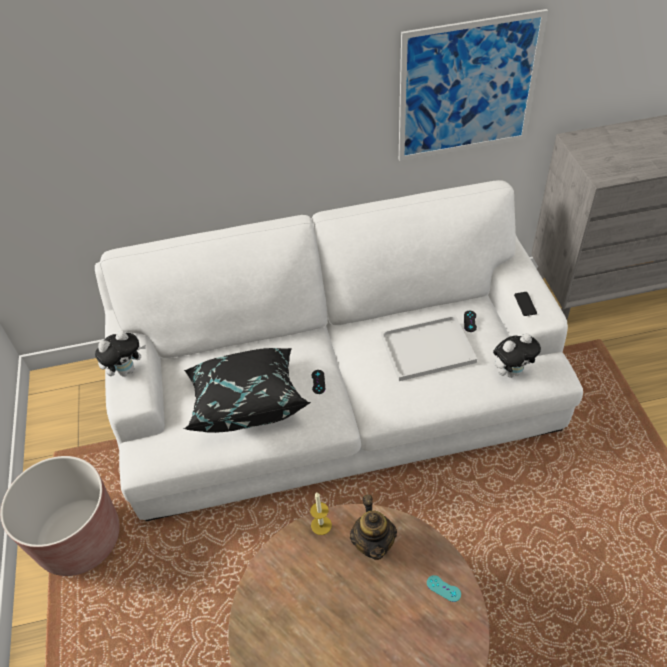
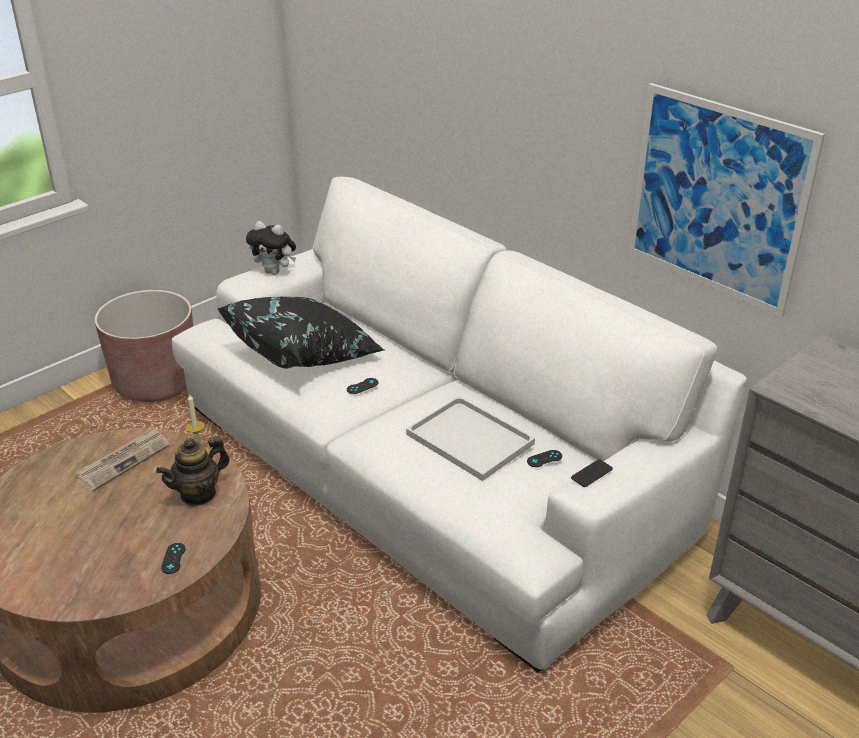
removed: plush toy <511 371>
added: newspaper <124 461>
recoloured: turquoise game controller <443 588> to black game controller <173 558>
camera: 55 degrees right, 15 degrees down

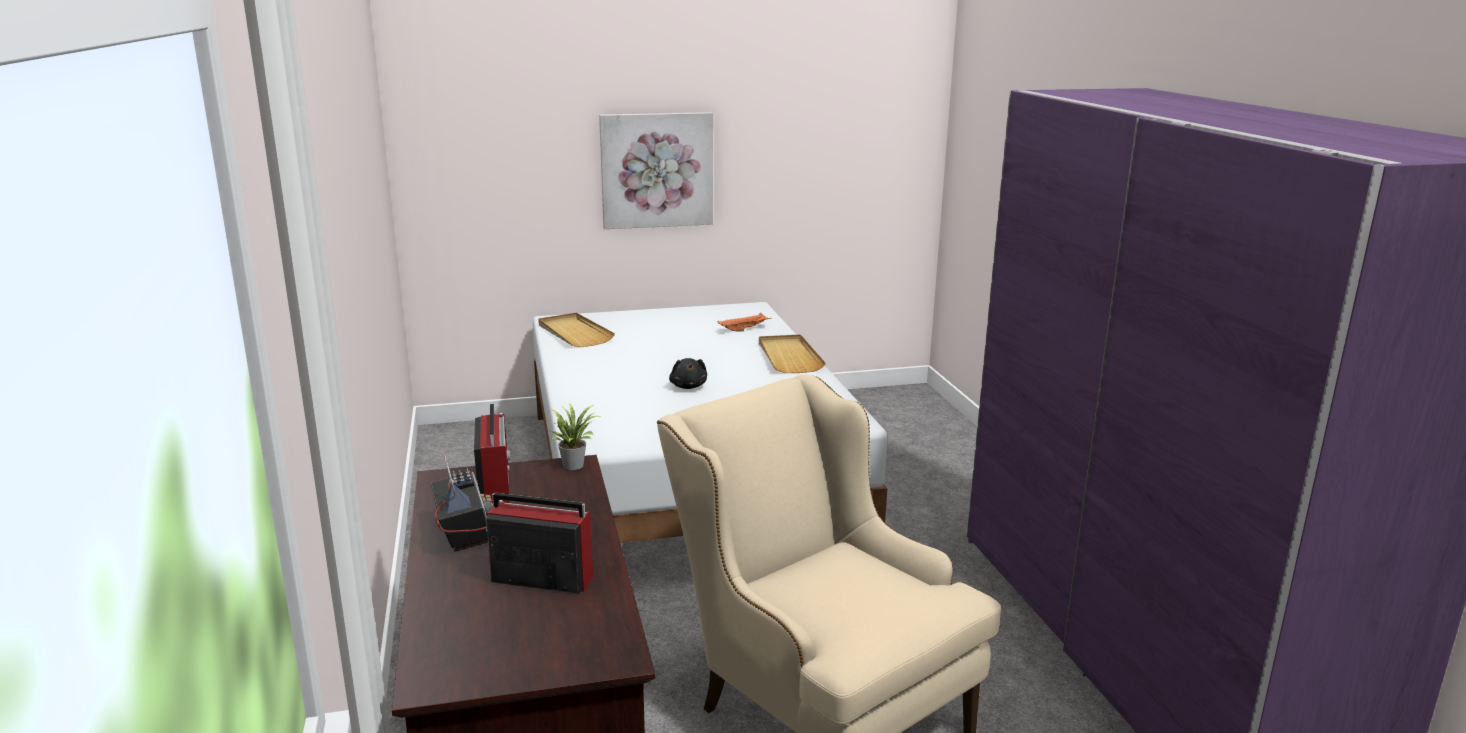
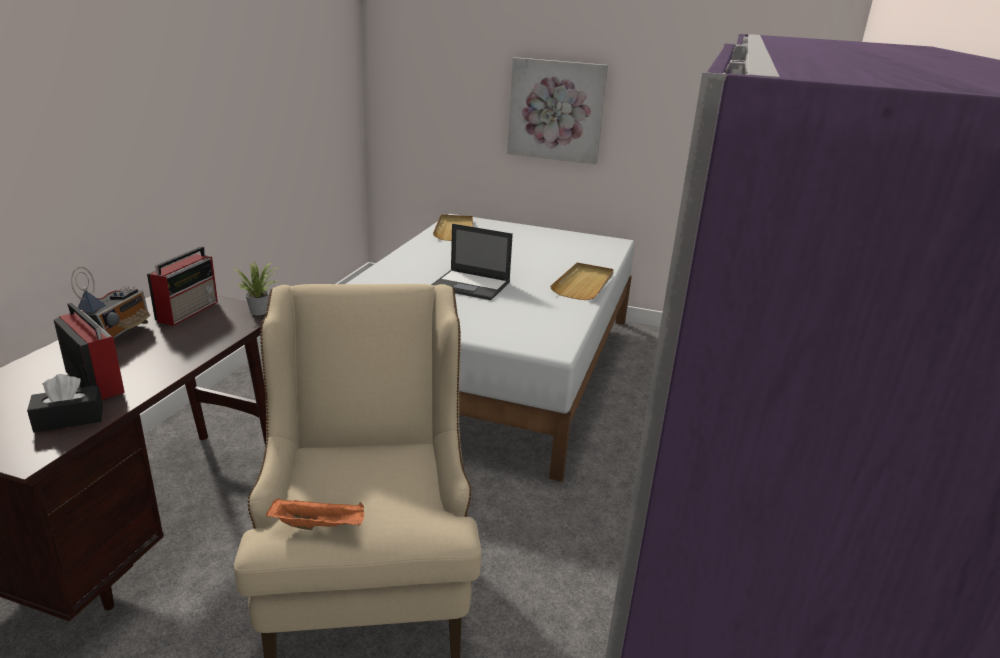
added: black tissue box <69 419>
moved: orange tray <744 329> to <319 525>
replaced: black plush toy <688 386> to laptop <471 285>
camera: 30 degrees right, 5 degrees up

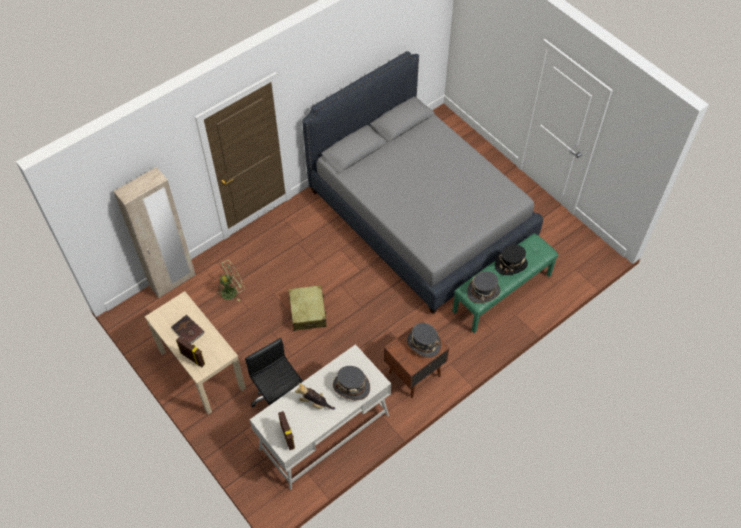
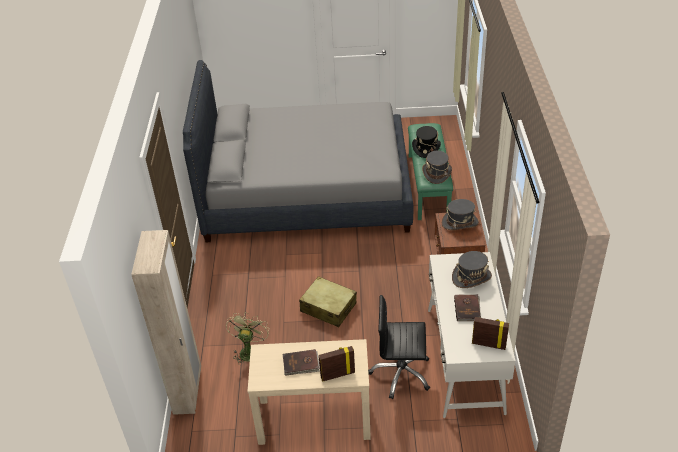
replaced: plush toy <315 402> to brown book <467 309>
camera: 50 degrees left, 15 degrees down

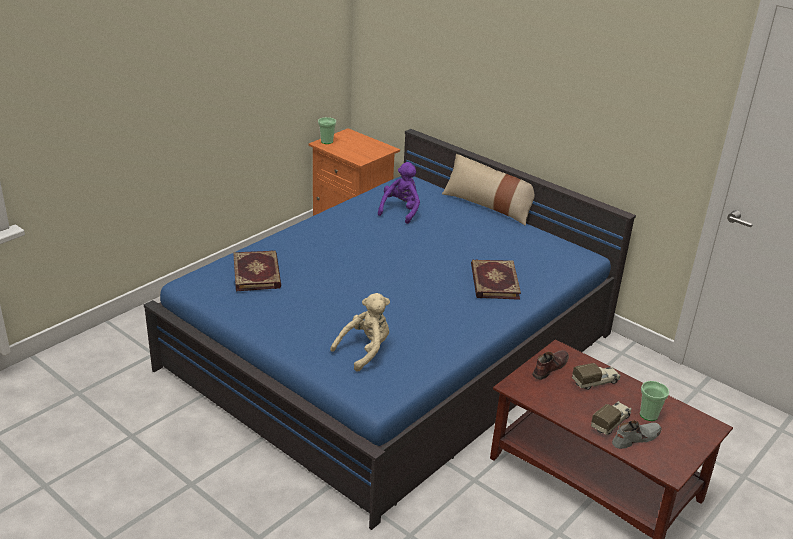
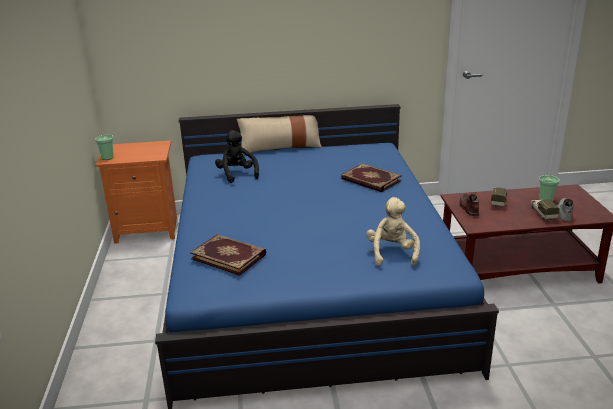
recoloured: purple plush toy <401 211> to black plush toy <237 174>
camera: 45 degrees left, 5 degrees down

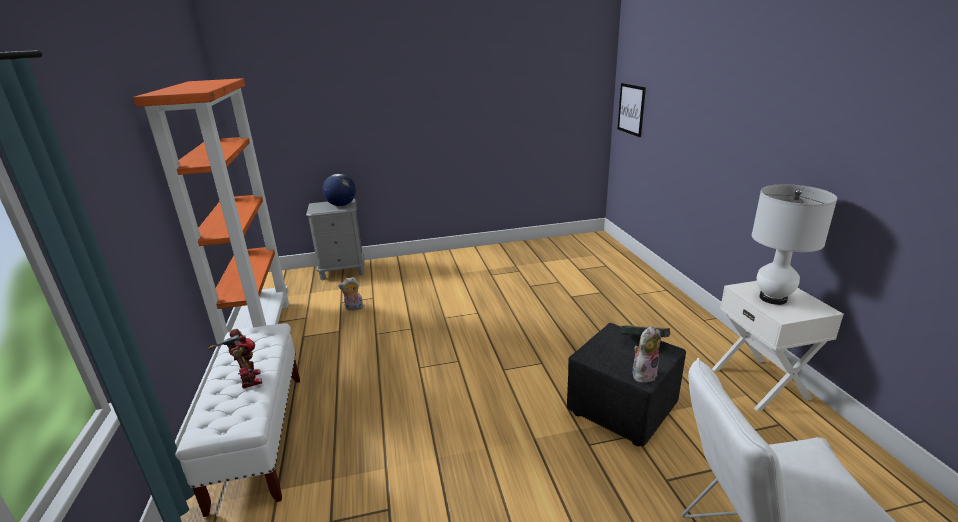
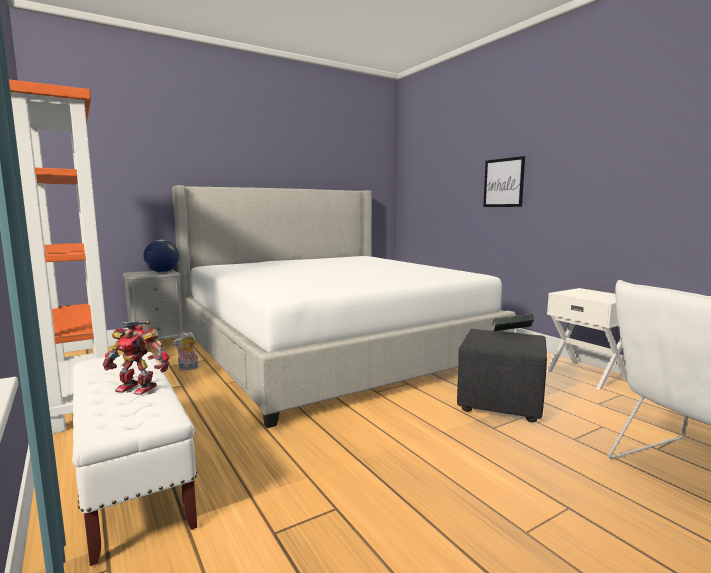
removed: plush toy <643 374>; white table lamp <773 298>
added: bed <331 349>
moved: picture <631 109> to <503 182>
turned: toy robot <248 380> = <138 387> 150 degrees clockwise
camera: 20 degrees left, 15 degrees down

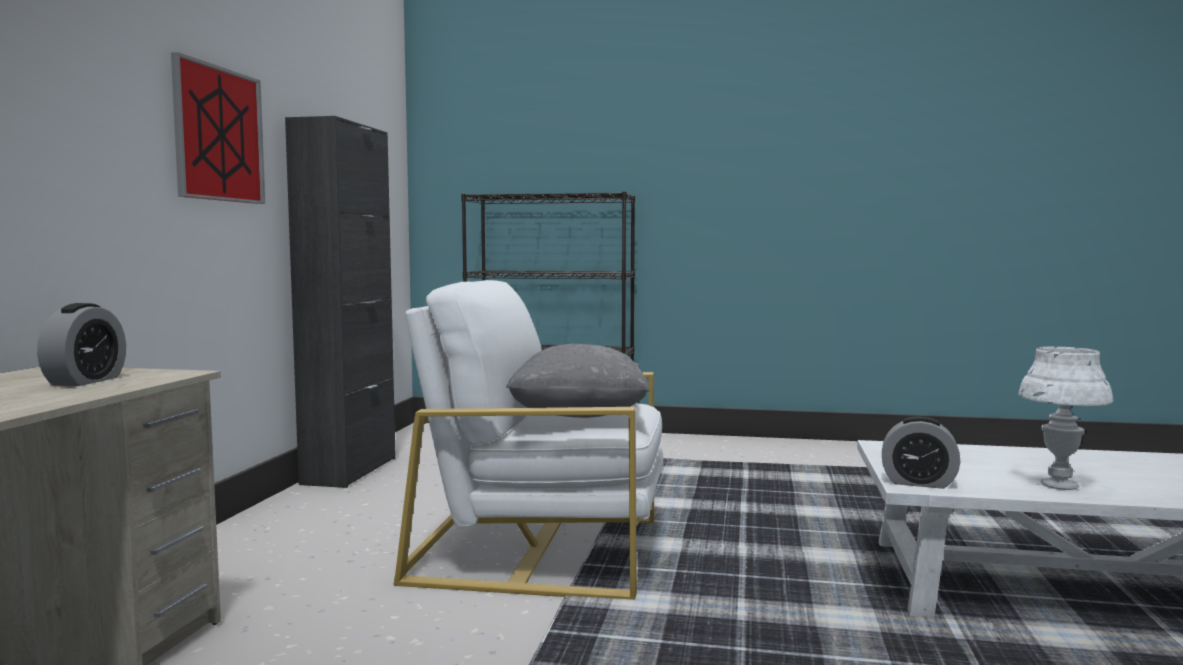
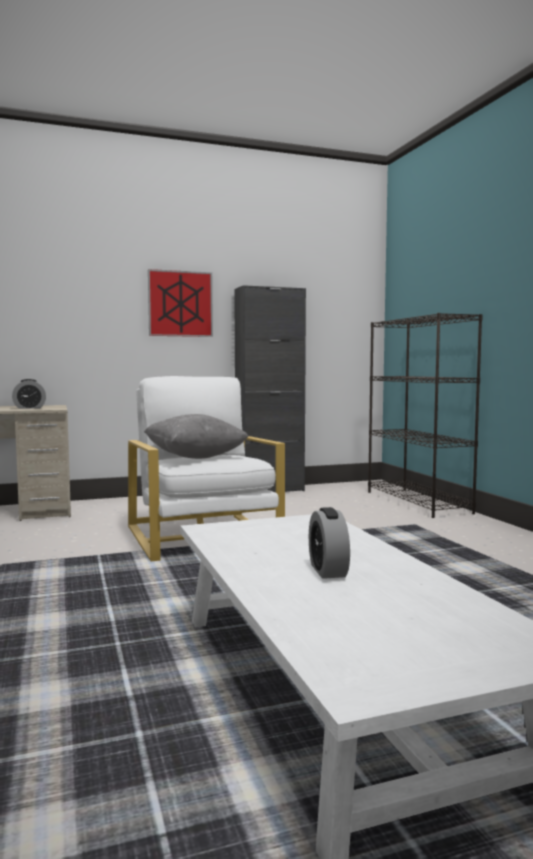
removed: white table lamp <1059 485>
moved: alarm clock <918 483> to <328 570>
camera: 60 degrees right, 0 degrees up

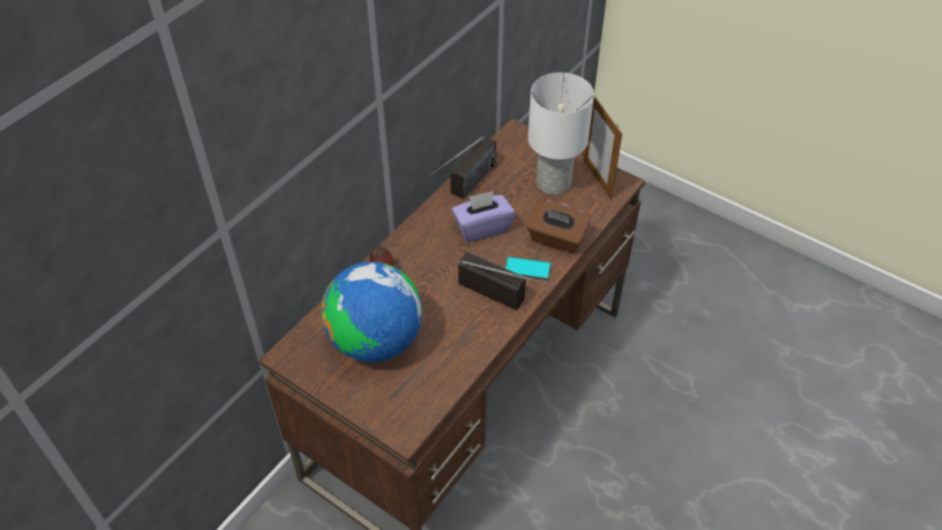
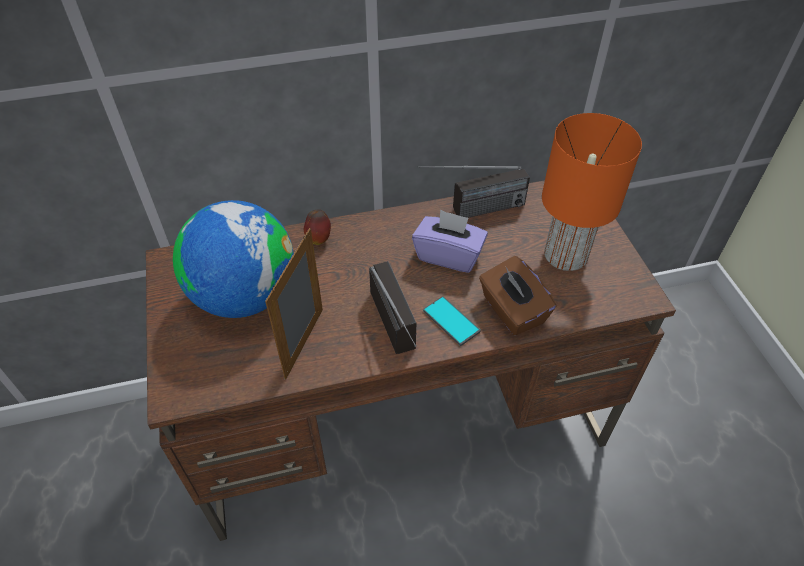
moved: picture frame <596 178> to <304 343>
recoloured: white table lamp <554 184> to orange table lamp <566 256>
camera: 40 degrees right, 0 degrees up

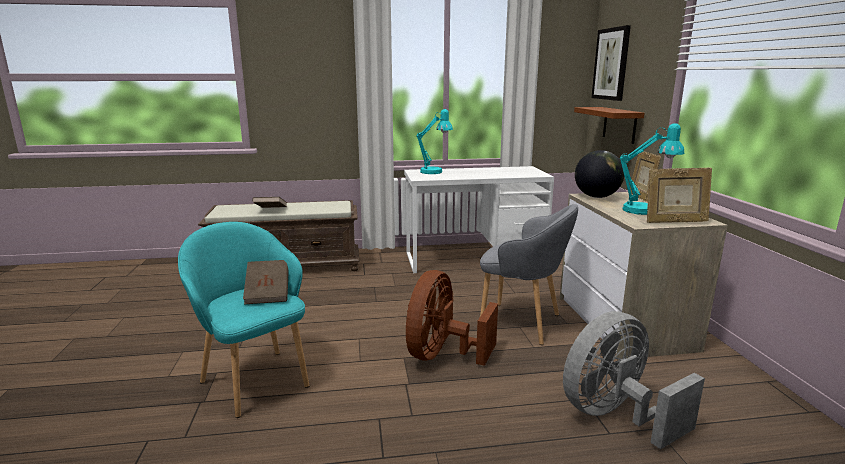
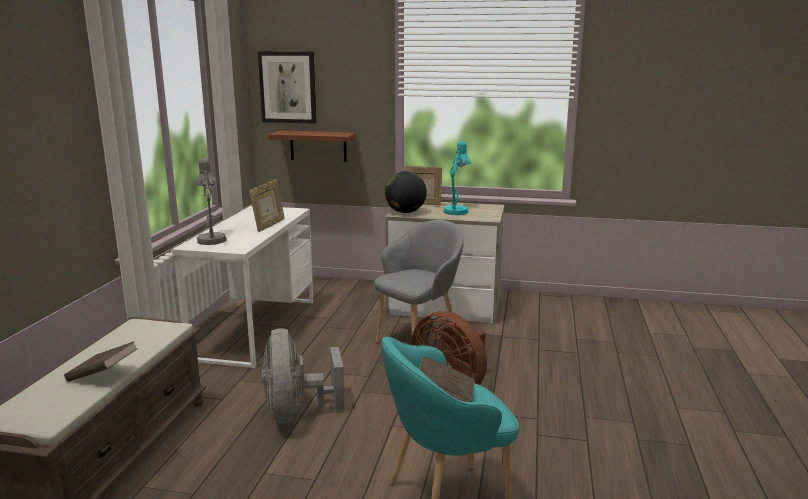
moved: grey fan <615 415> to <297 413>; picture frame <675 222> to <269 226>
recoloured: turquoise table lamp <435 171> to grey table lamp <211 239>
camera: 70 degrees left, 0 degrees up

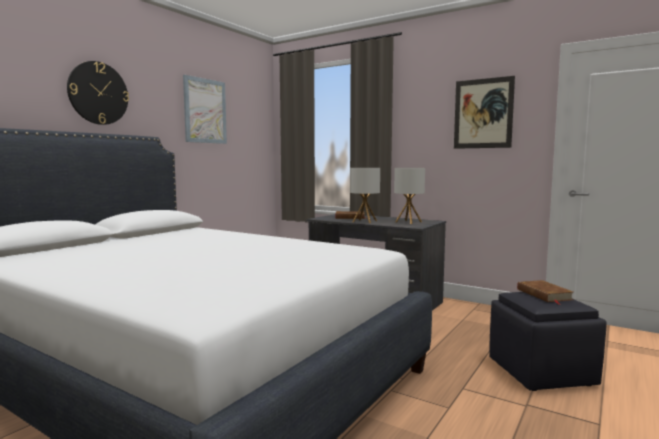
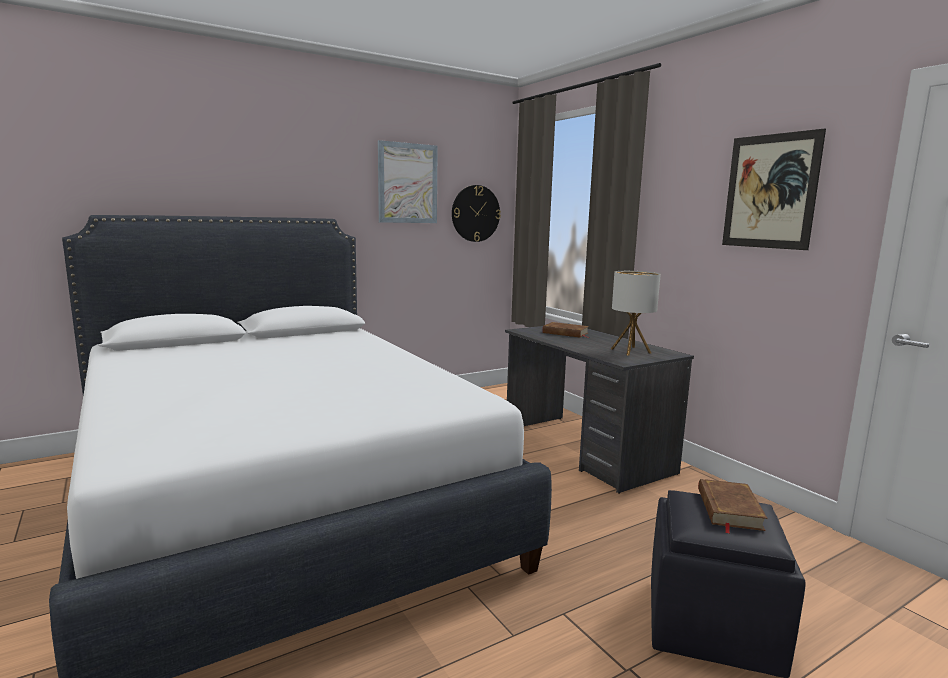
removed: table lamp <364 221>
moved: wall clock <98 93> to <475 213>
camera: 25 degrees right, 5 degrees up

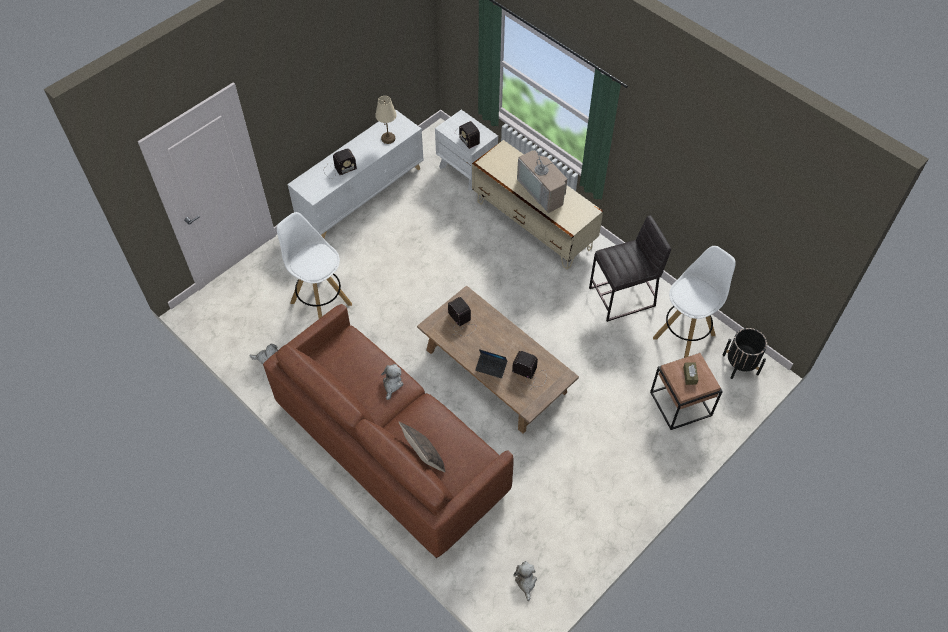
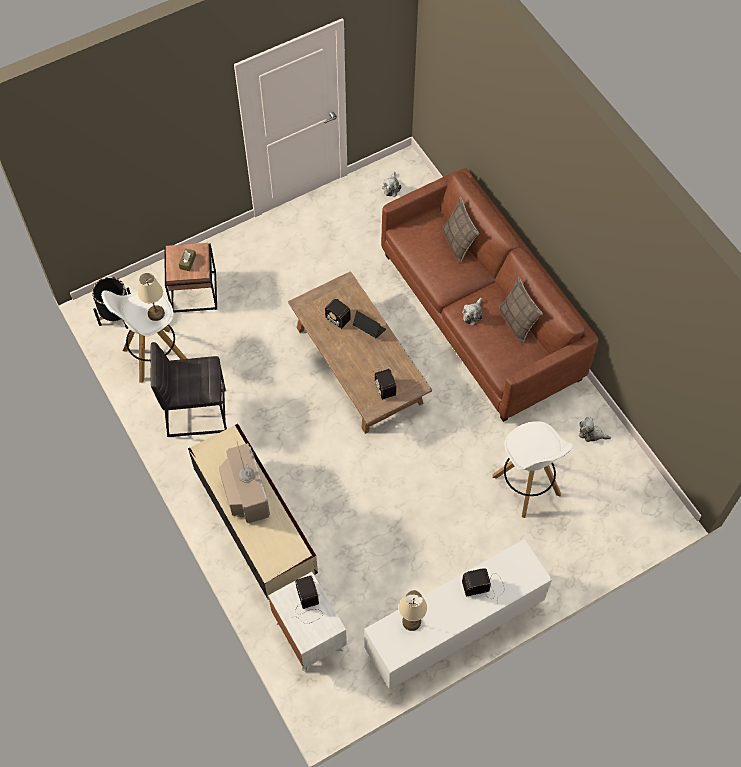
added: beige table lamp <156 314>; pillow <517 323>
camera: 165 degrees left, 5 degrees up

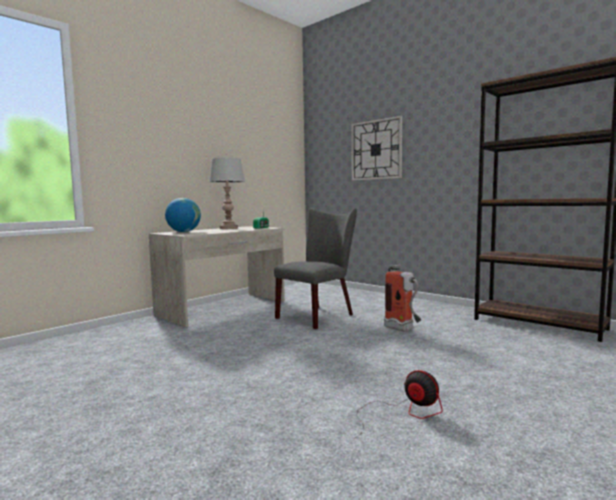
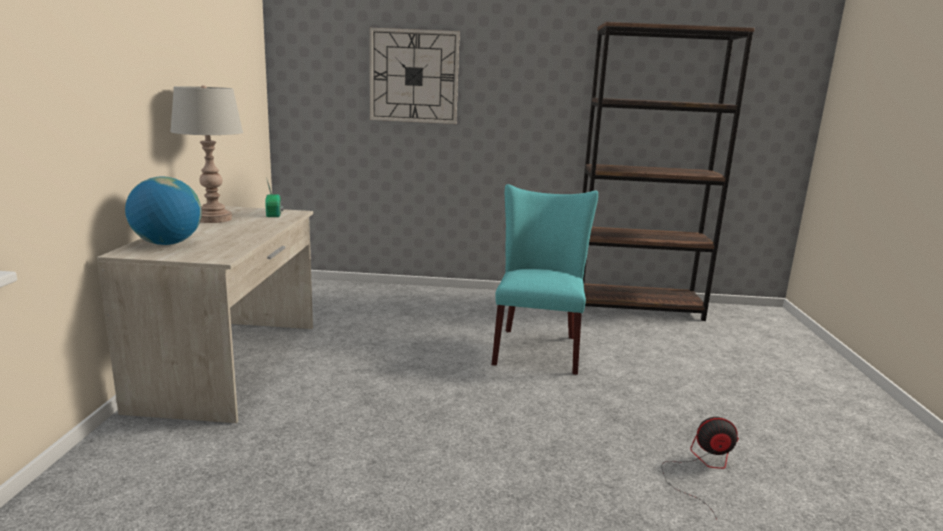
removed: grey chair <318 315>
replaced: fire extinguisher <403 330> to turquoise chair <537 347>
camera: 40 degrees left, 10 degrees up

